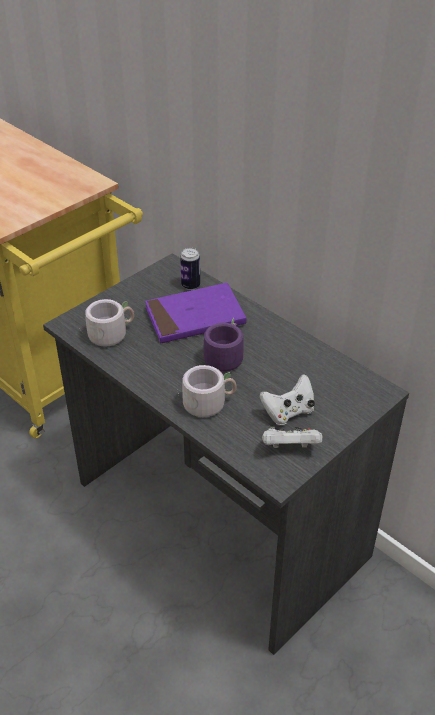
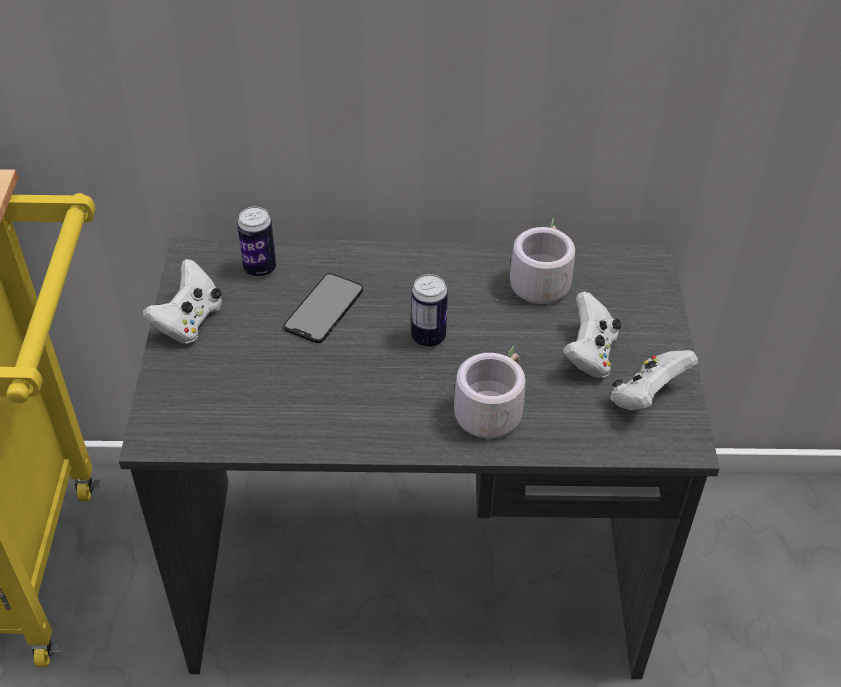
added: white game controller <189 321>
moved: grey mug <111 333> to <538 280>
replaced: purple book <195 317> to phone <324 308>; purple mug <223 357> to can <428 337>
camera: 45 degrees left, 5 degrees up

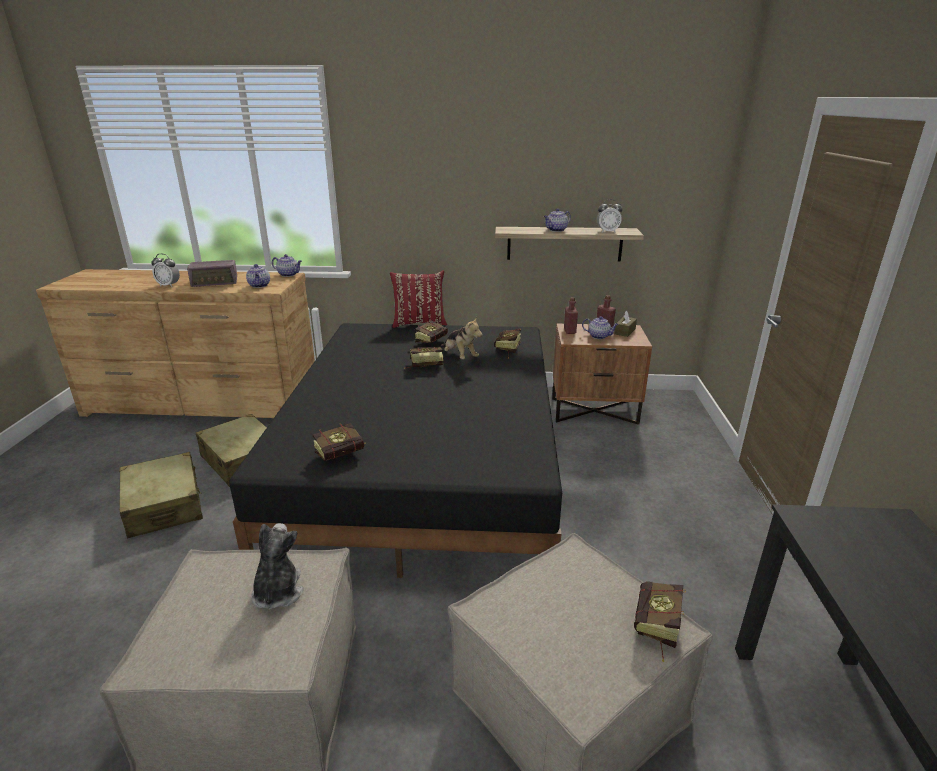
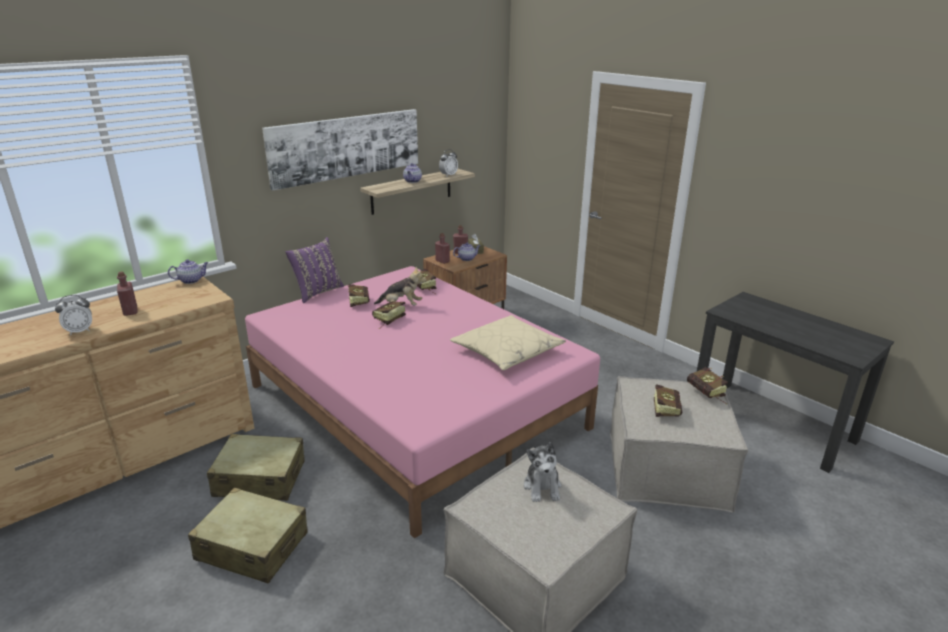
removed: teapot <259 286>
added: picture <346 147>; beige pillow <507 351>
moved: book <344 454> to <665 409>
replaced: radio <215 283> to red bottle <130 311>
recoloured: black bed <425 466> to pink bed <415 406>; red pillow <419 323> to purple pillow <317 292>
turned: plush toy <278 592> = <542 487> 135 degrees counterclockwise
camera: 45 degrees left, 0 degrees up

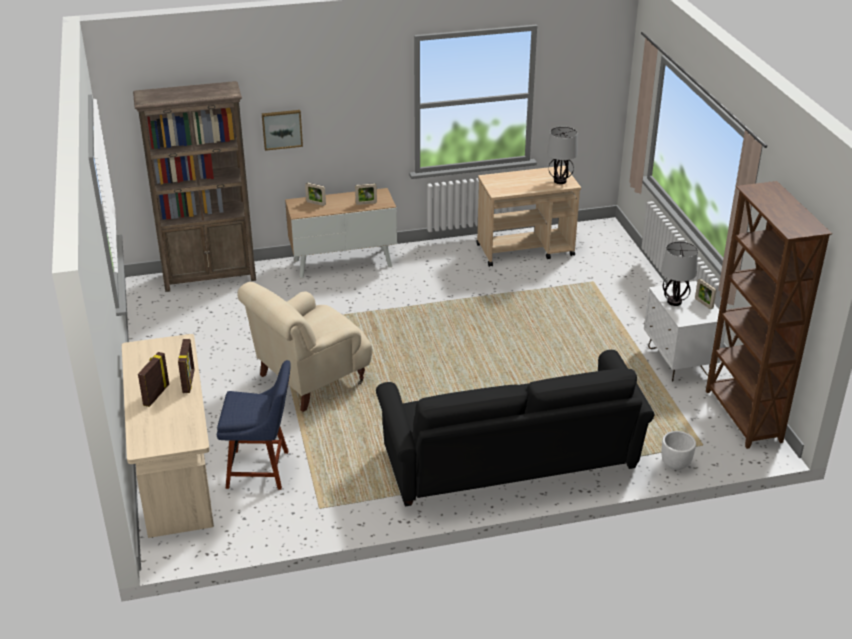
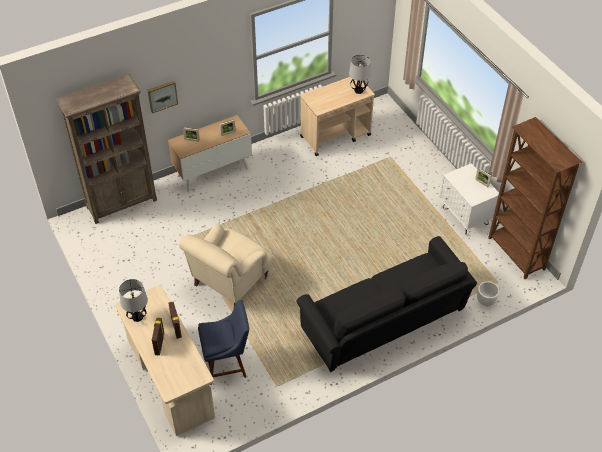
moved: table lamp <674 302> to <138 317>
camera: 15 degrees left, 15 degrees up

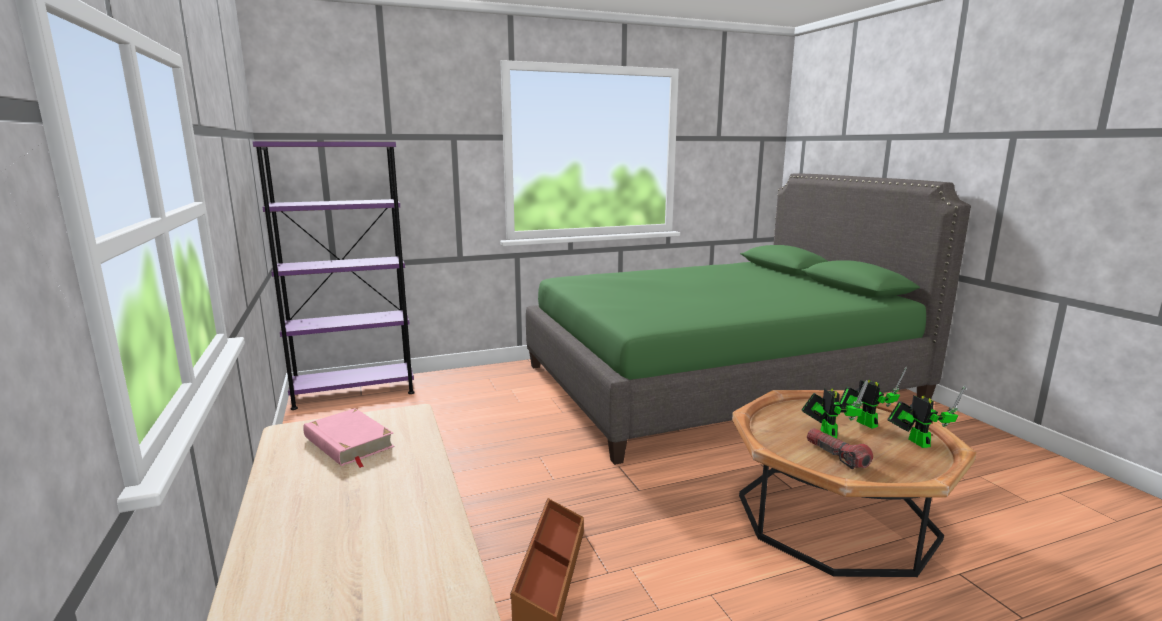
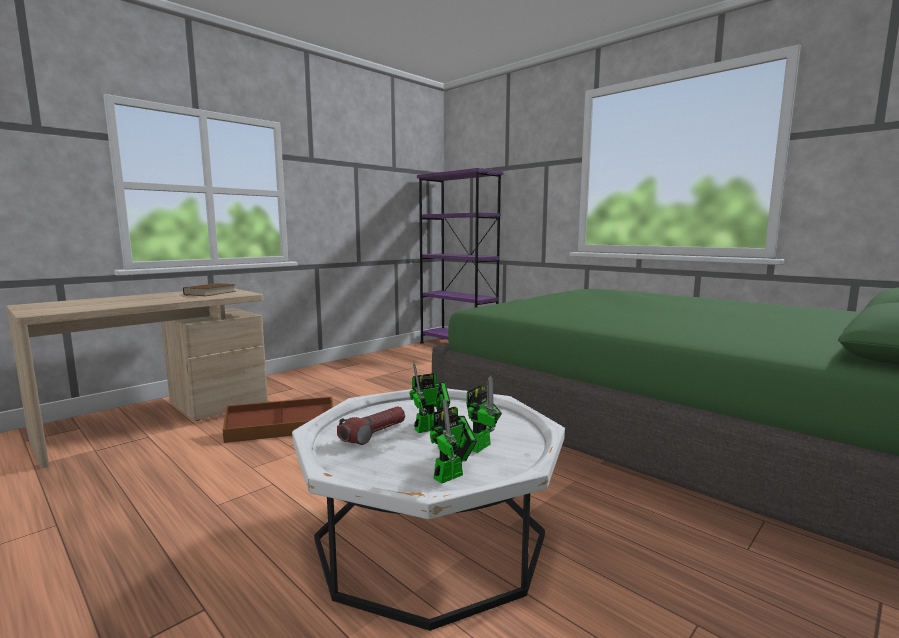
recoloured: pink book <348 442> to brown book <210 293>; brown coffee table <835 516> to white coffee table <430 538>
camera: 65 degrees right, 5 degrees down

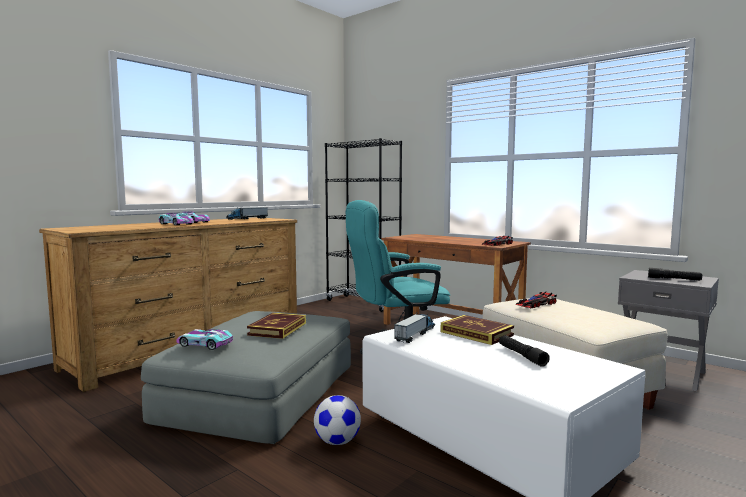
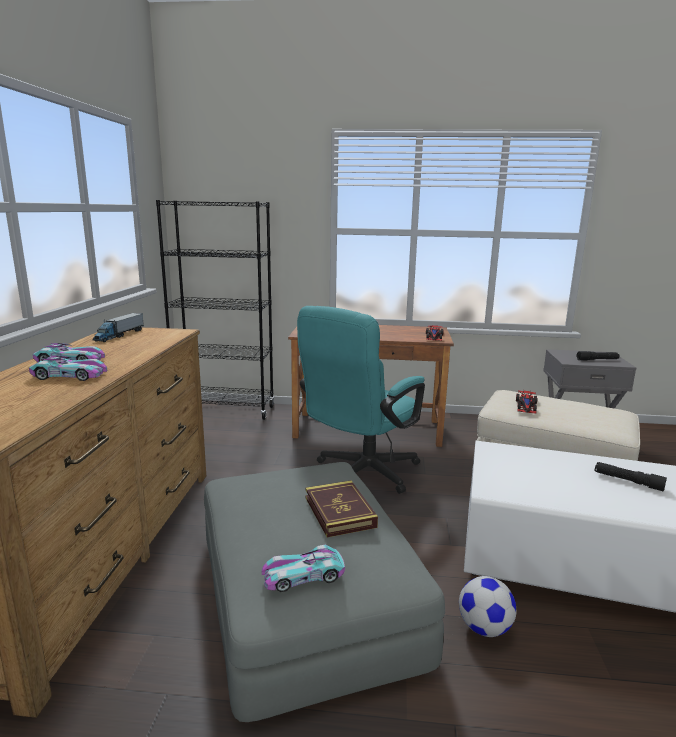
removed: toy truck <416 334>; book <476 333>
camera: 35 degrees left, 10 degrees up

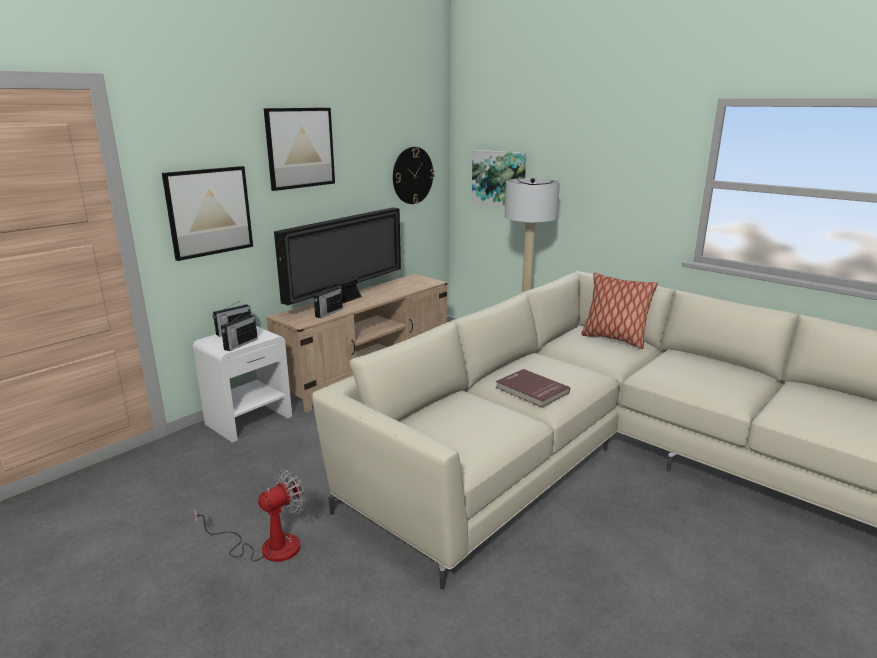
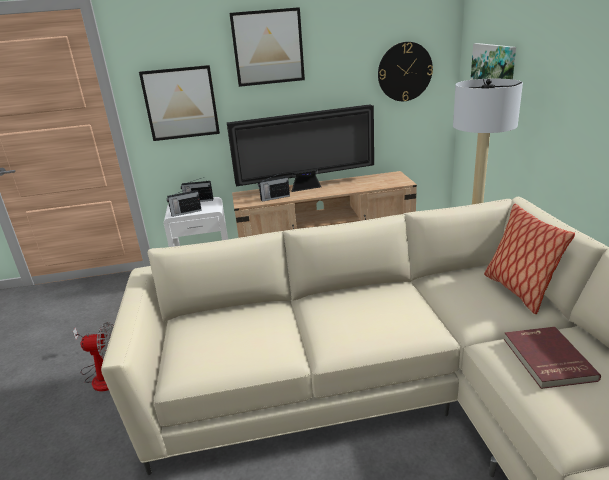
moved: red book <531 390> to <546 359>
camera: 40 degrees right, 5 degrees up

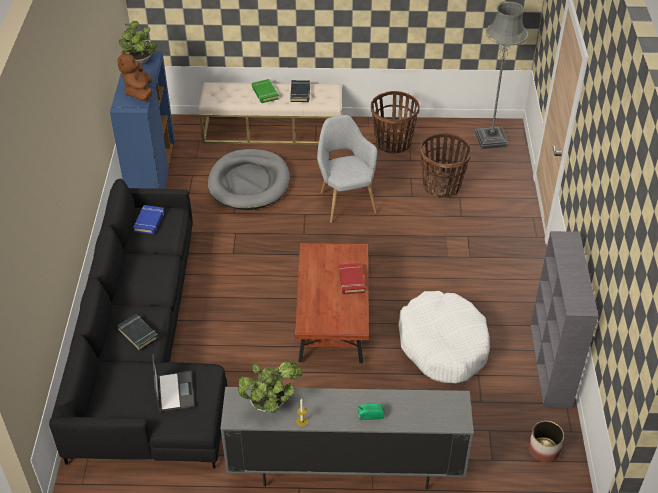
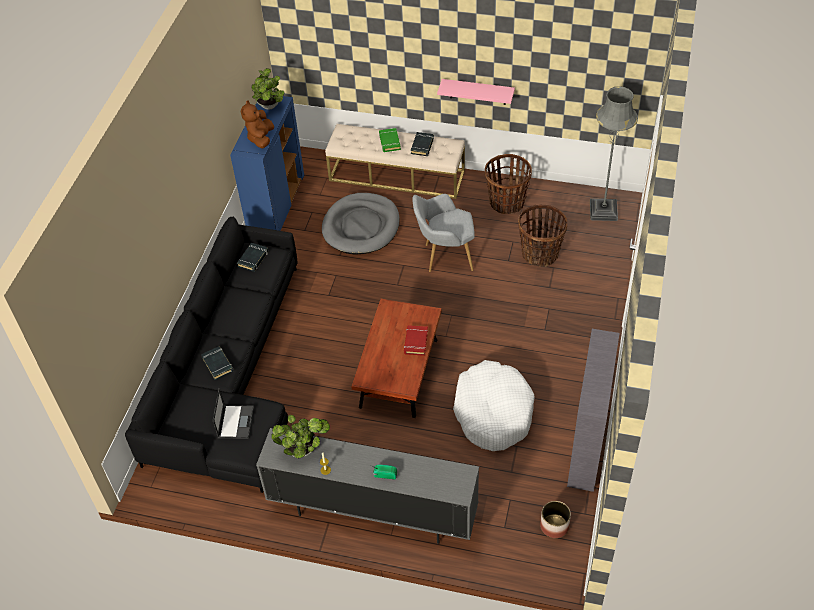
added: pink shelf <478 92>
recoloured: blue book <149 222> to black book <253 259>
turned: grey armchair <345 200> = <444 256> 90 degrees counterclockwise
camera: 15 degrees right, 5 degrees up

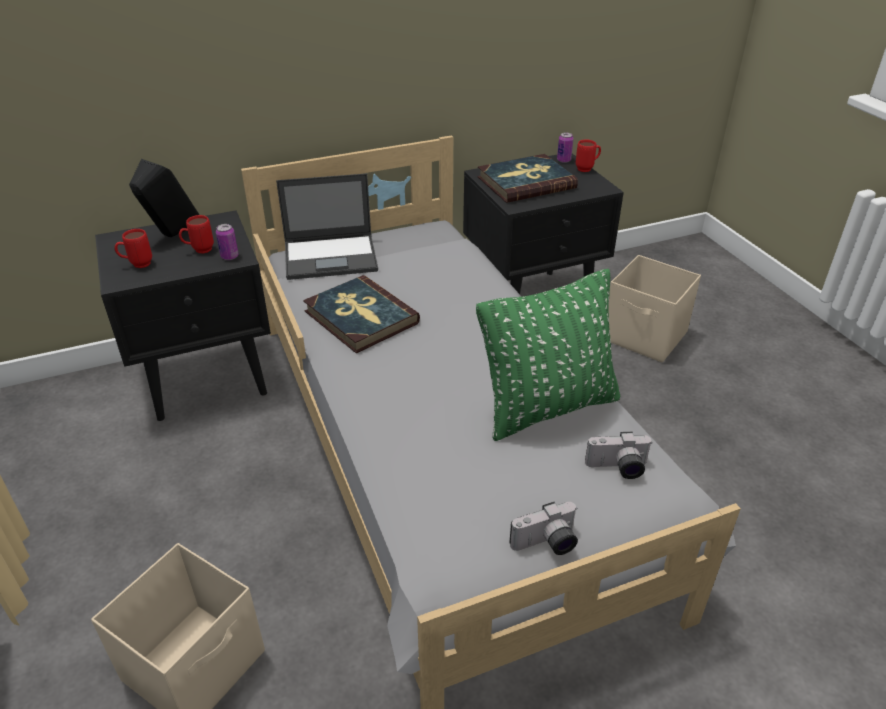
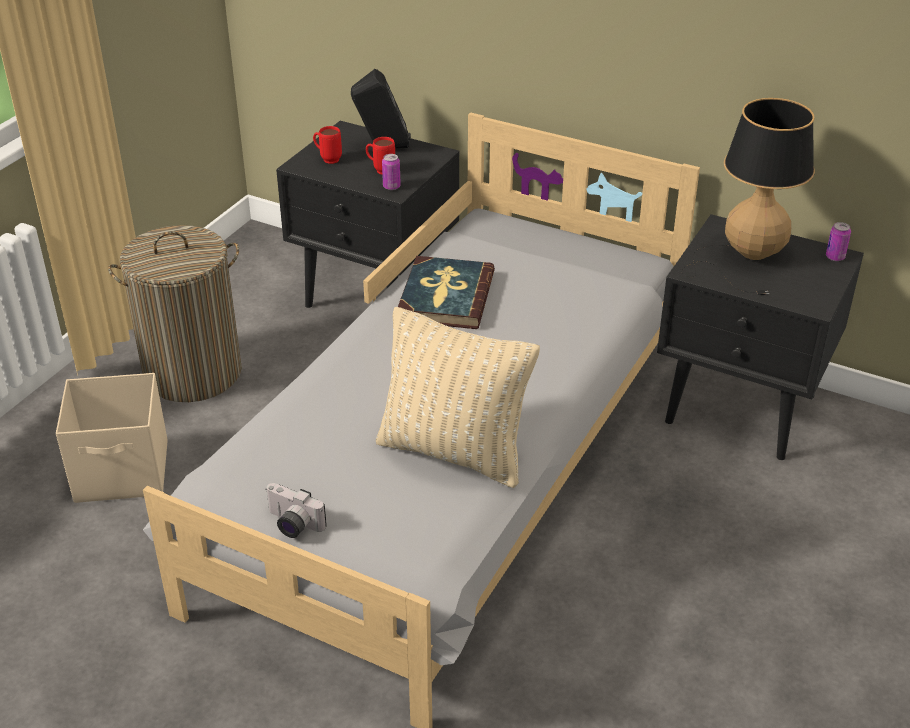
removed: laptop <332 257>; red mug <587 169>; photo camera <618 468>; beige storage box <645 337>
added: laundry basket <193 372>
replaced: book <526 182> to table lamp <745 257>
recoloured: green pillow <547 407> to beige pillow <454 452>
camera: 50 degrees right, 0 degrees up

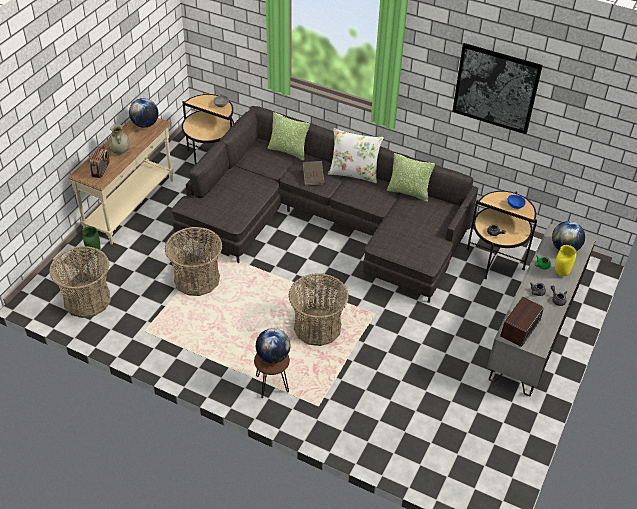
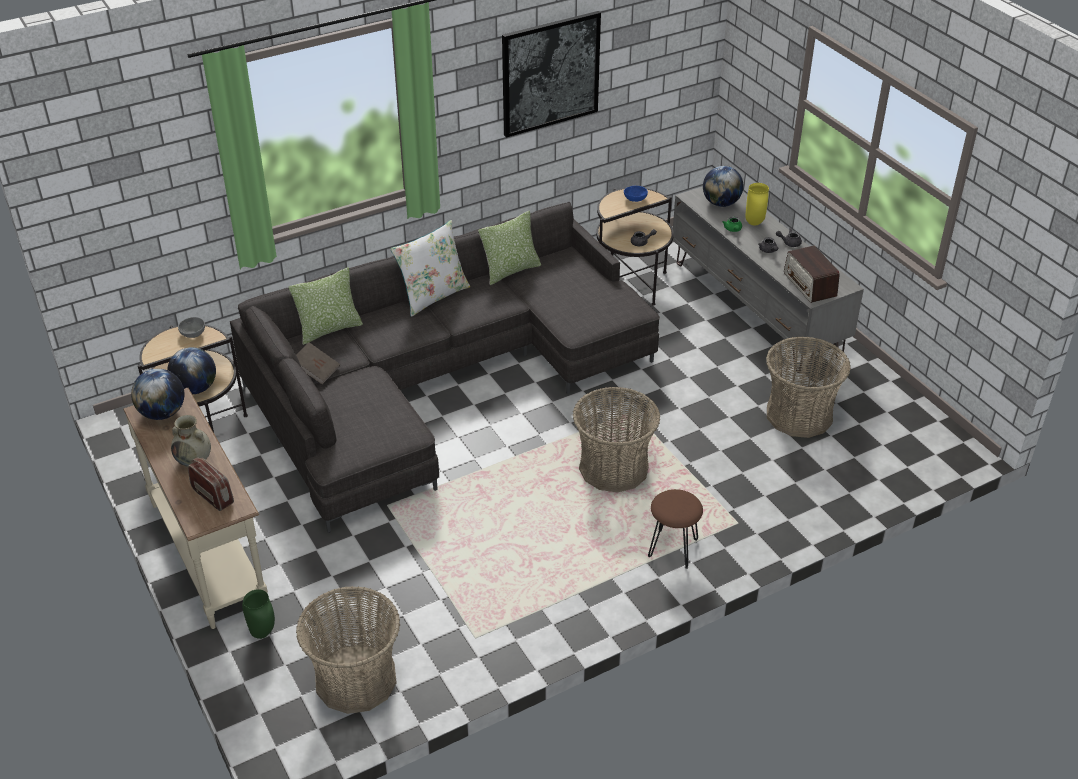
moved: basket <197 279> to <799 415>; globe <273 356> to <195 388>; brown book <313 178> to <317 371>
camera: 55 degrees left, 5 degrees down

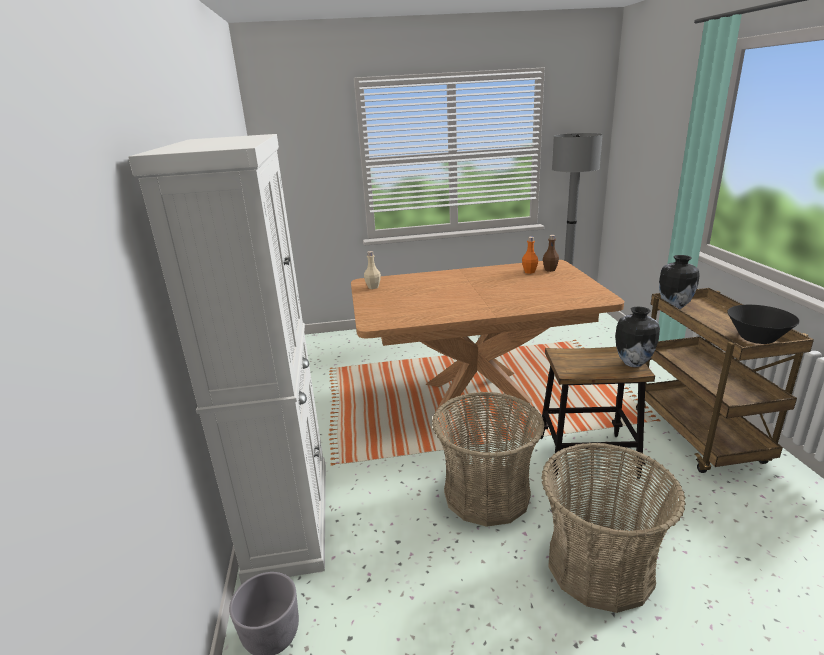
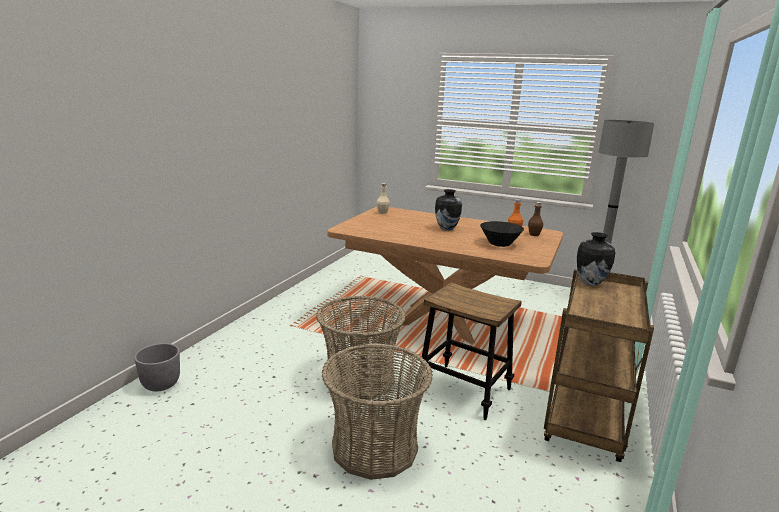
removed: white cabinet <289 516>
moved: vase <632 363> to <446 228>; black bowl <756 338> to <500 244>
camera: 30 degrees right, 5 degrees down

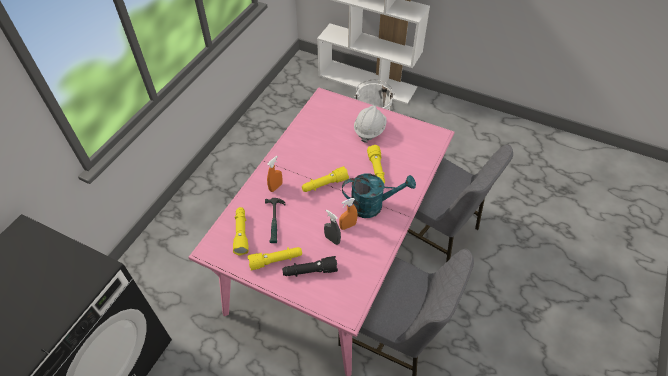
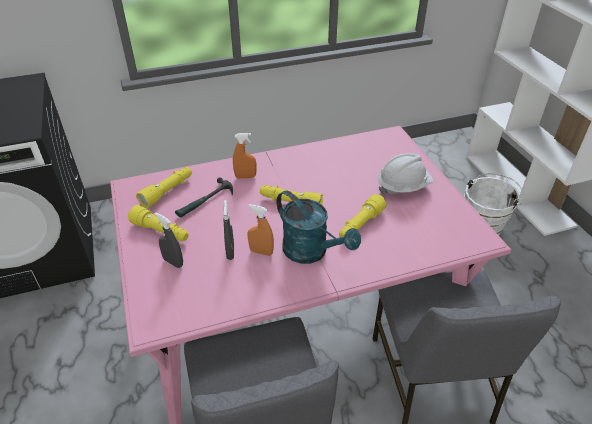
replaced: black flashlight <310 271> to grey spray bottle <173 262>
camera: 45 degrees right, 10 degrees down

